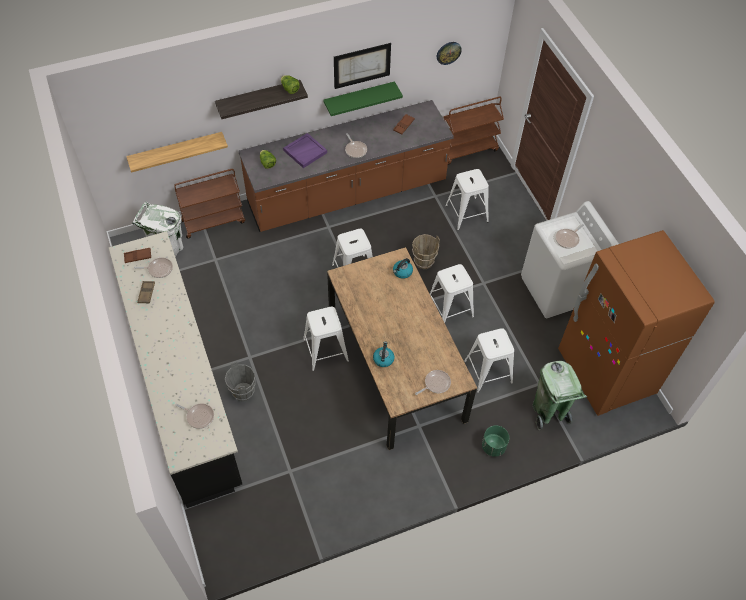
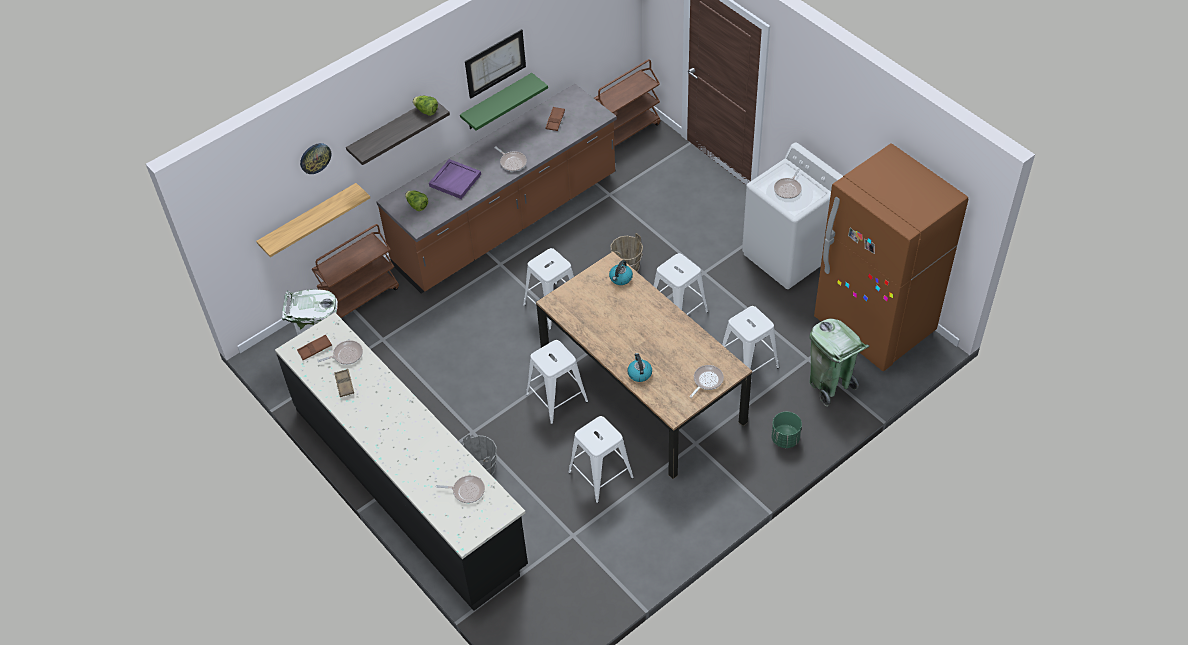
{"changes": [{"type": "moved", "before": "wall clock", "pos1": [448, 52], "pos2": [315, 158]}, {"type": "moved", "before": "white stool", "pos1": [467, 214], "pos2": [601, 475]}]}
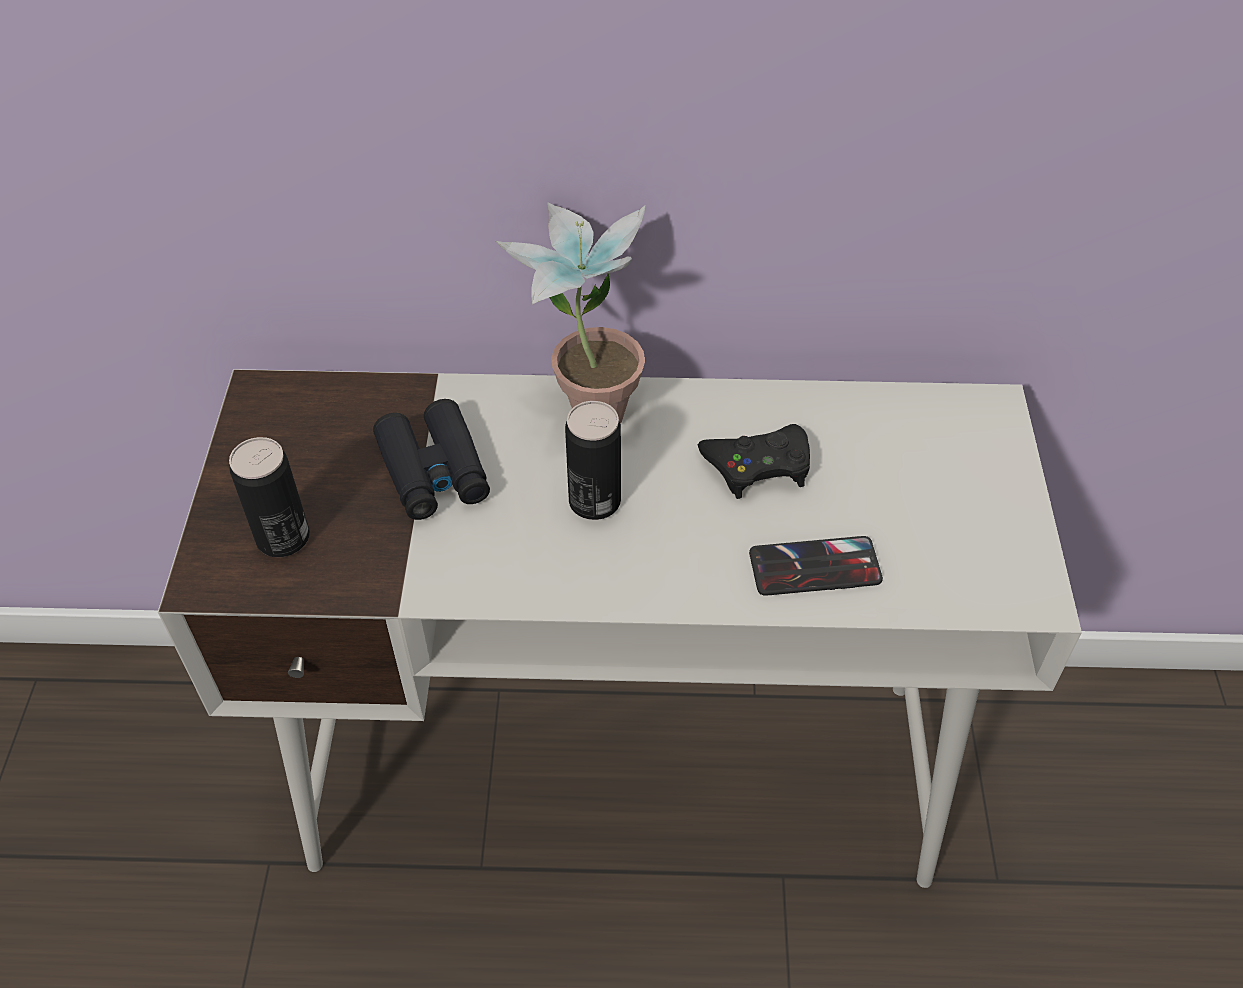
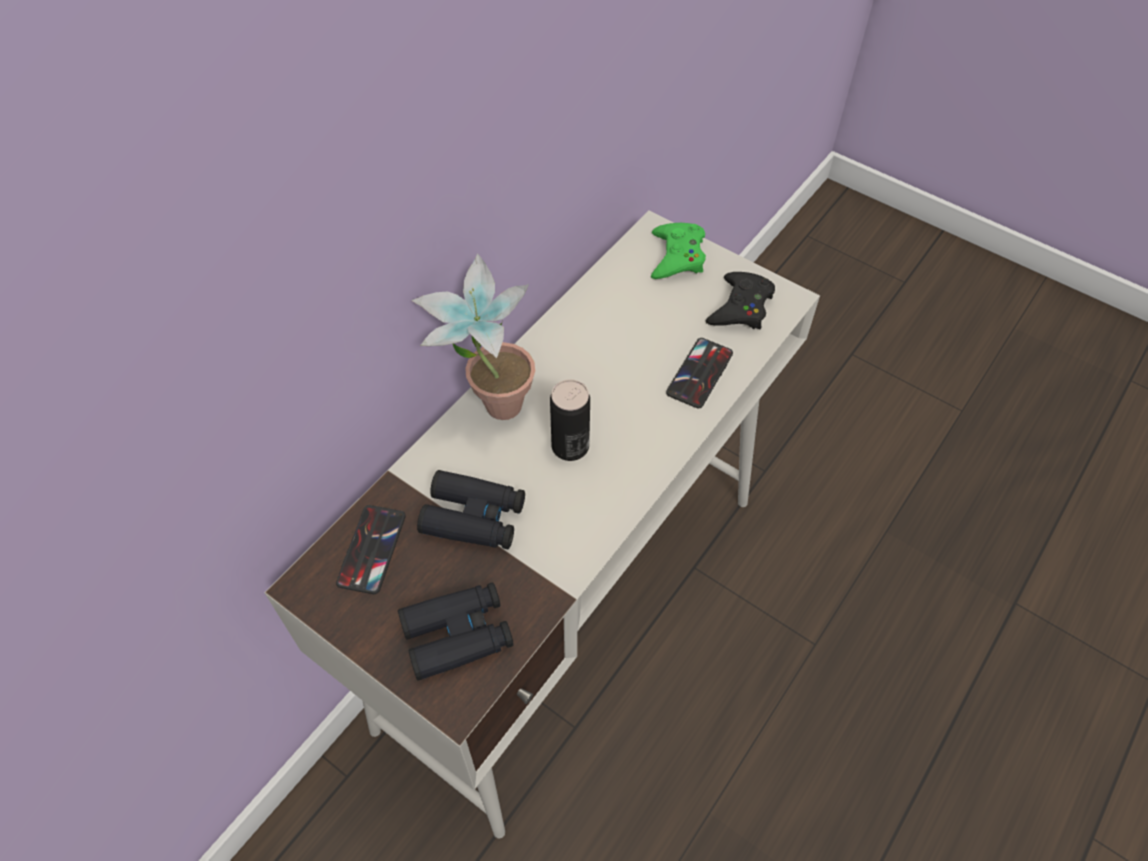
{"changes": [{"type": "replaced", "before": "can", "after": "black binoculars", "pos1": [283, 538], "pos2": [457, 634]}, {"type": "moved", "before": "black game controller", "pos1": [758, 465], "pos2": [740, 307]}, {"type": "added", "after": "phone", "pos2": [371, 549]}, {"type": "added", "after": "green game controller", "pos2": [677, 256]}]}
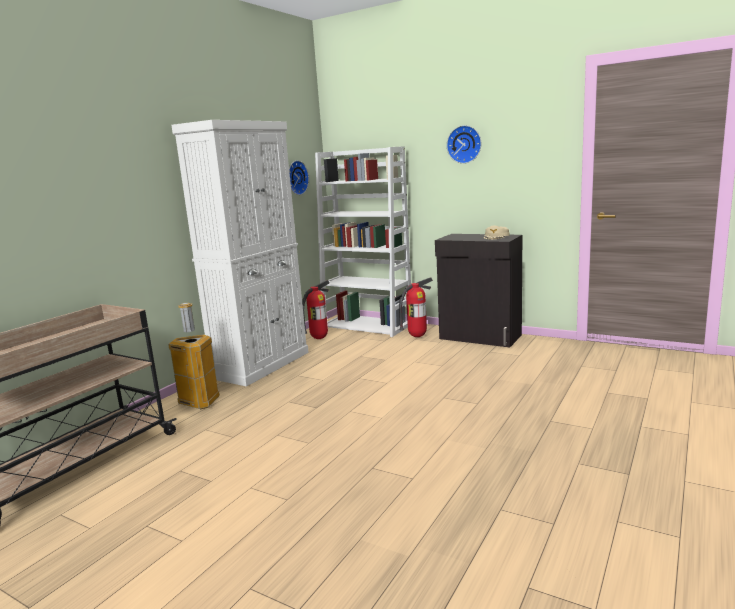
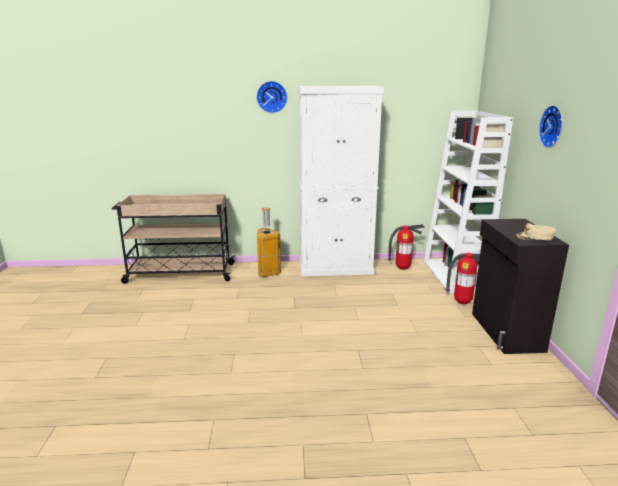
{"changes": [{"type": "moved", "before": "wall clock", "pos1": [296, 178], "pos2": [272, 97]}]}
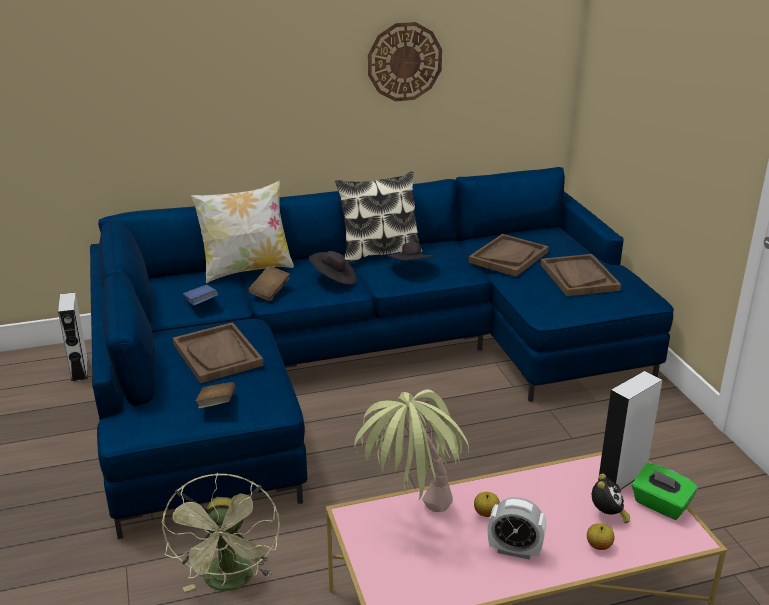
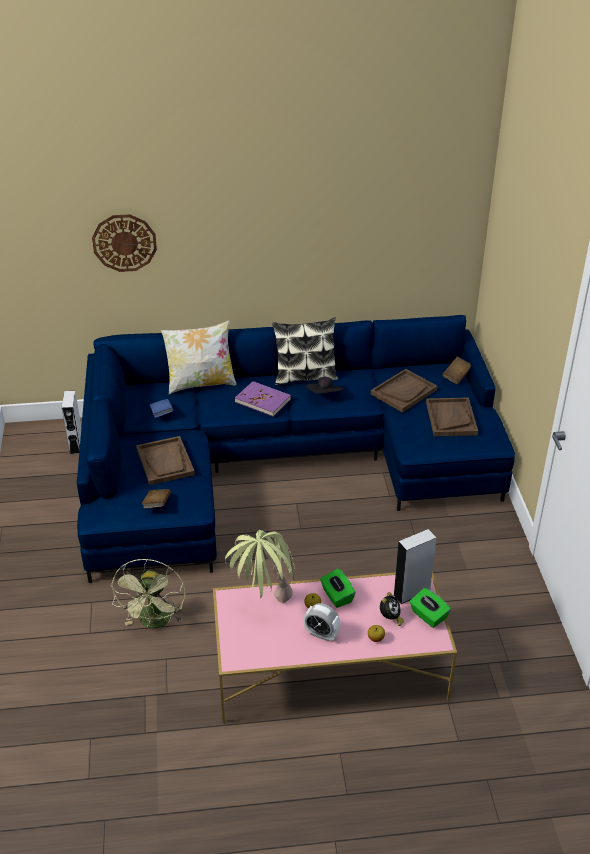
{"changes": [{"type": "moved", "before": "brown book", "pos1": [269, 292], "pos2": [456, 376]}, {"type": "replaced", "before": "black hat", "after": "purple book", "pos1": [333, 279], "pos2": [263, 400]}, {"type": "moved", "before": "wall clock", "pos1": [404, 61], "pos2": [124, 242]}, {"type": "added", "after": "green tissue box", "pos2": [336, 596]}]}
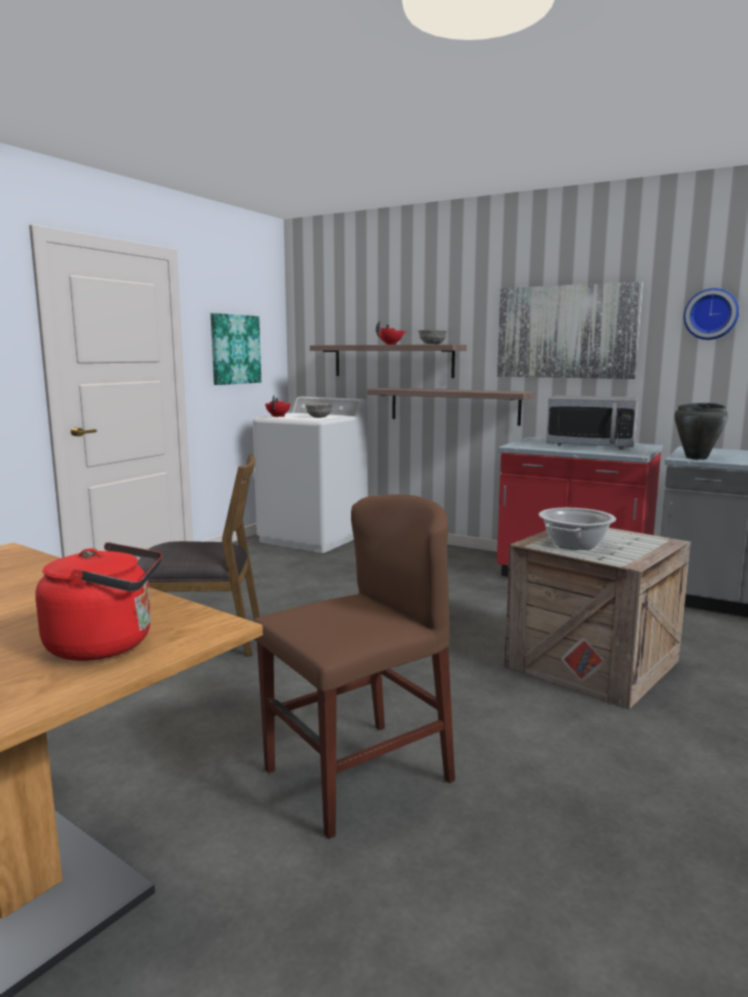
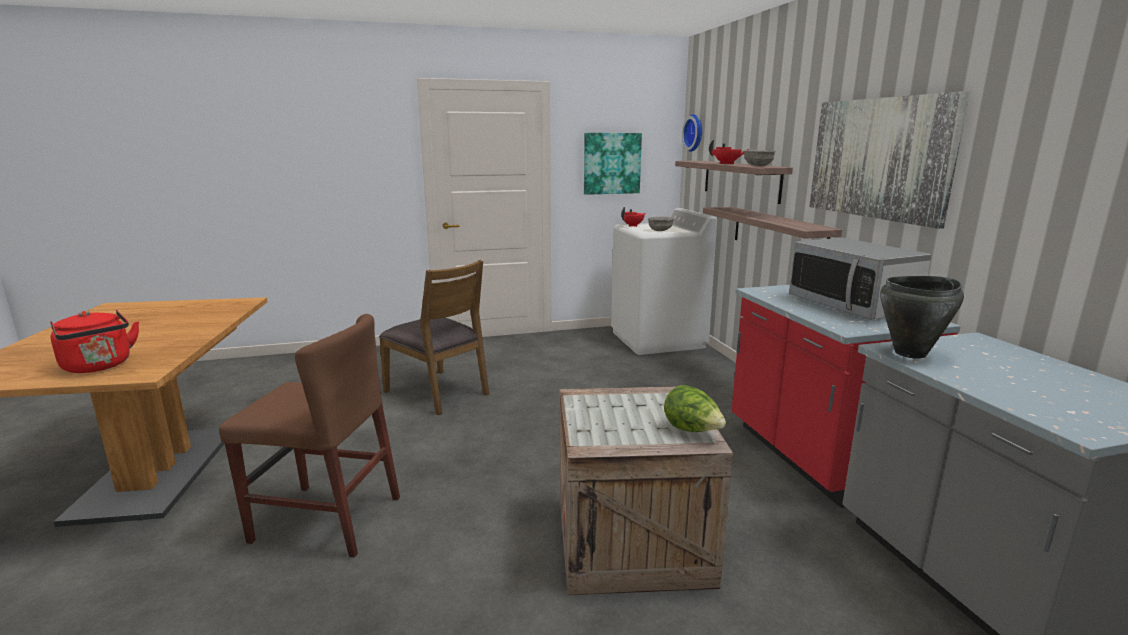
{"changes": [{"type": "removed", "before": "cooking pot", "pos1": [574, 544]}, {"type": "moved", "before": "wall clock", "pos1": [711, 314], "pos2": [695, 133]}, {"type": "added", "after": "lettuce", "pos2": [692, 431]}]}
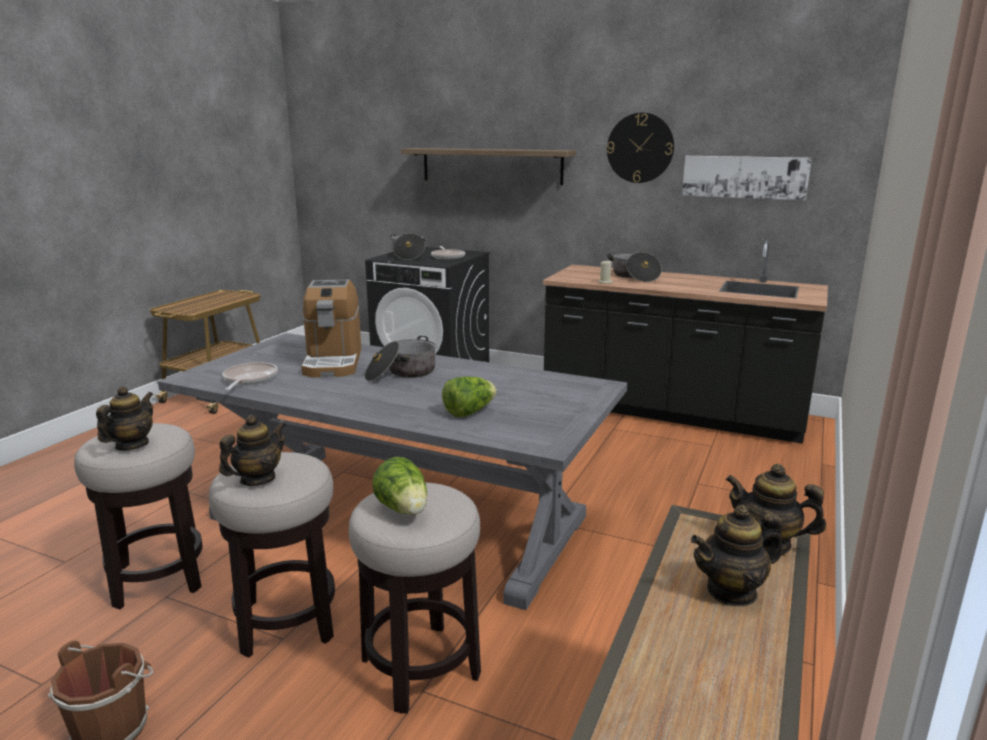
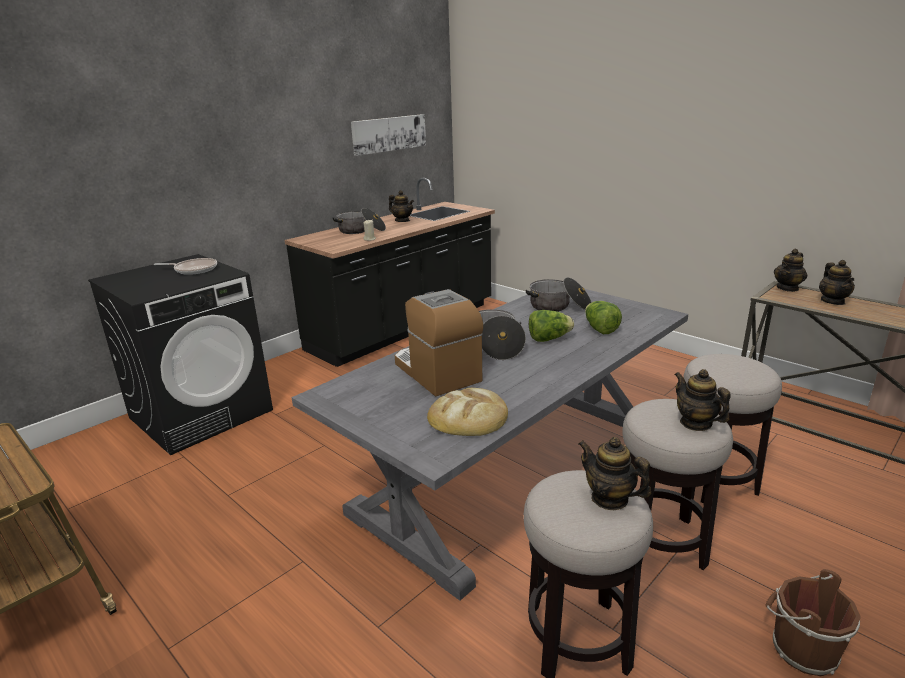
{"changes": [{"type": "replaced", "before": "frying pan", "after": "bread", "pos1": [249, 379], "pos2": [468, 417]}, {"type": "turned", "before": "coffee machine", "pos1": [333, 361], "pos2": [436, 372], "turn": -135}, {"type": "moved", "before": "lettuce", "pos1": [404, 509], "pos2": [549, 339]}, {"type": "moved", "before": "cooking pot", "pos1": [408, 255], "pos2": [559, 307]}, {"type": "removed", "before": "shelf", "pos1": [491, 165]}, {"type": "removed", "before": "wall clock", "pos1": [640, 148]}, {"type": "added", "after": "teapot", "pos2": [402, 221]}]}
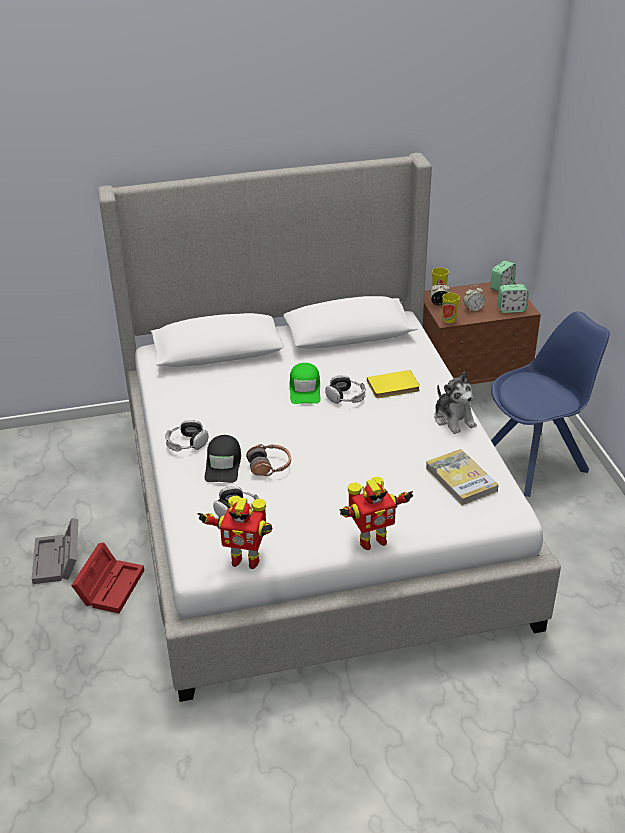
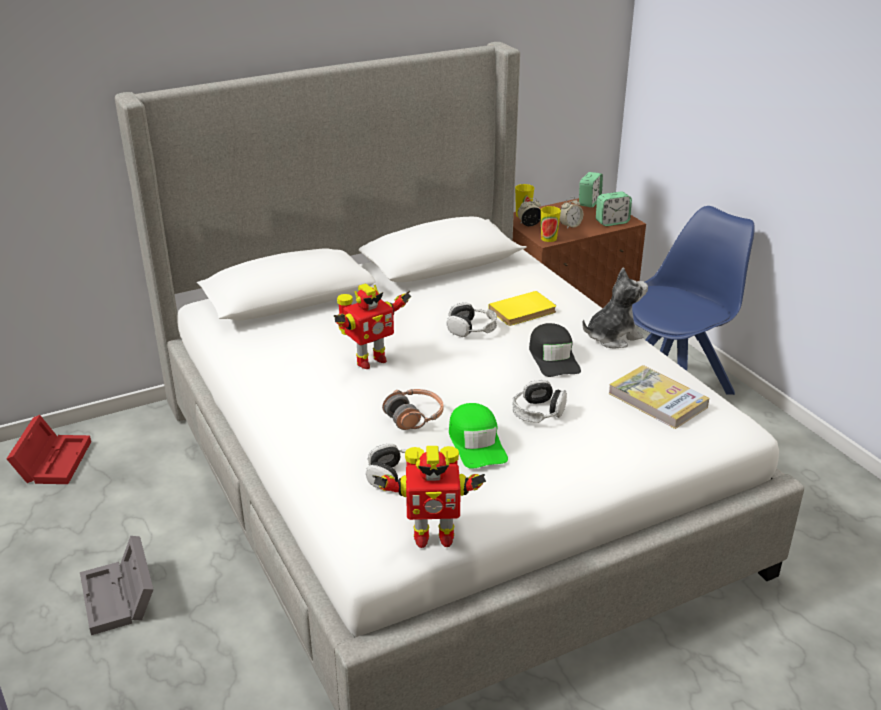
{"changes": [{"type": "moved", "before": "red storage box", "pos1": [110, 585], "pos2": [53, 460]}, {"type": "moved", "before": "headphones", "pos1": [187, 443], "pos2": [538, 412]}, {"type": "moved", "before": "black cap", "pos1": [223, 464], "pos2": [553, 358]}, {"type": "moved", "before": "green cap", "pos1": [305, 389], "pos2": [476, 443]}, {"type": "moved", "before": "toy robot", "pos1": [371, 541], "pos2": [369, 360]}, {"type": "turned", "before": "plush toy", "pos1": [453, 419], "pos2": [612, 337], "turn": -75}]}
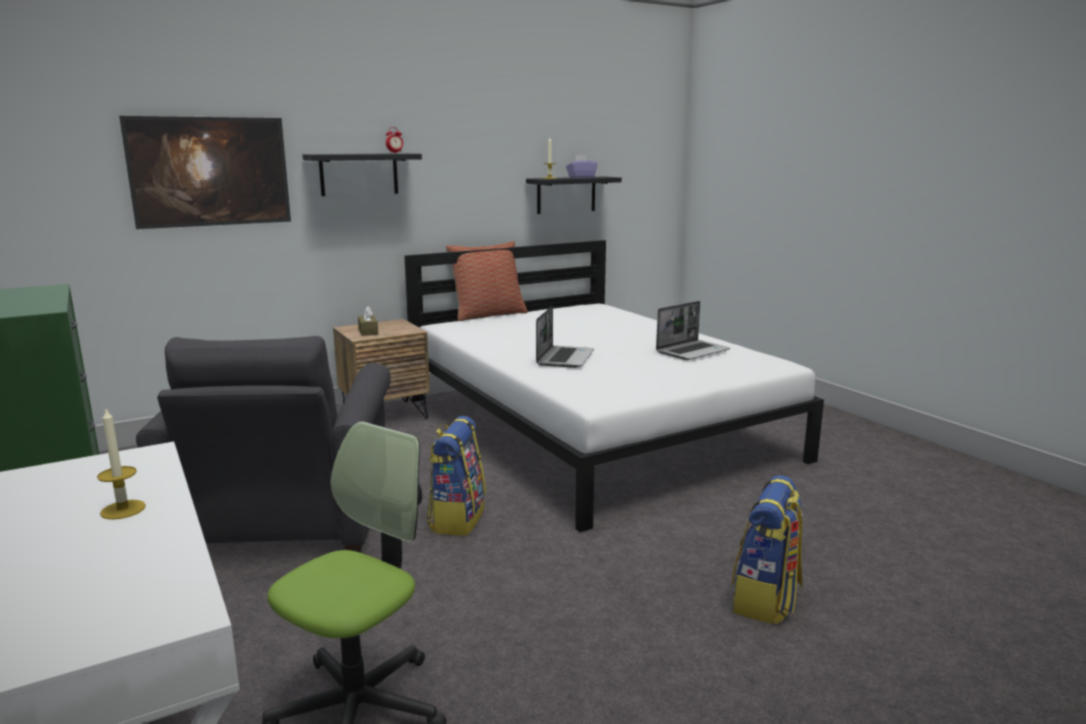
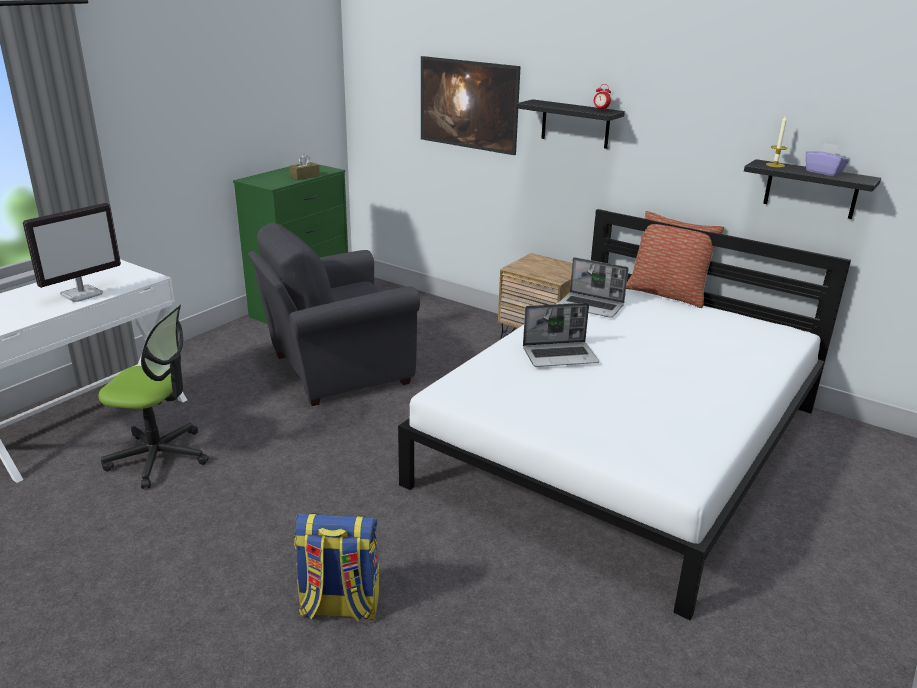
{"changes": [{"type": "replaced", "before": "candle", "after": "monitor", "pos1": [123, 509], "pos2": [82, 294]}, {"type": "moved", "before": "brown tissue box", "pos1": [368, 331], "pos2": [304, 176]}, {"type": "removed", "before": "backpack", "pos1": [456, 518]}, {"type": "moved", "before": "laptop", "pos1": [692, 351], "pos2": [591, 306]}]}
